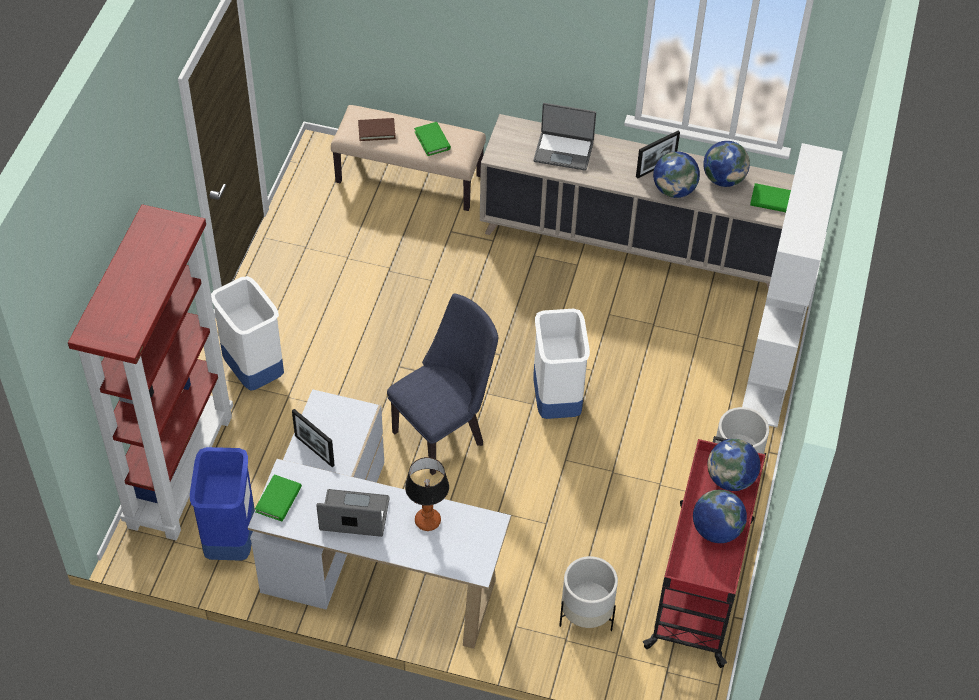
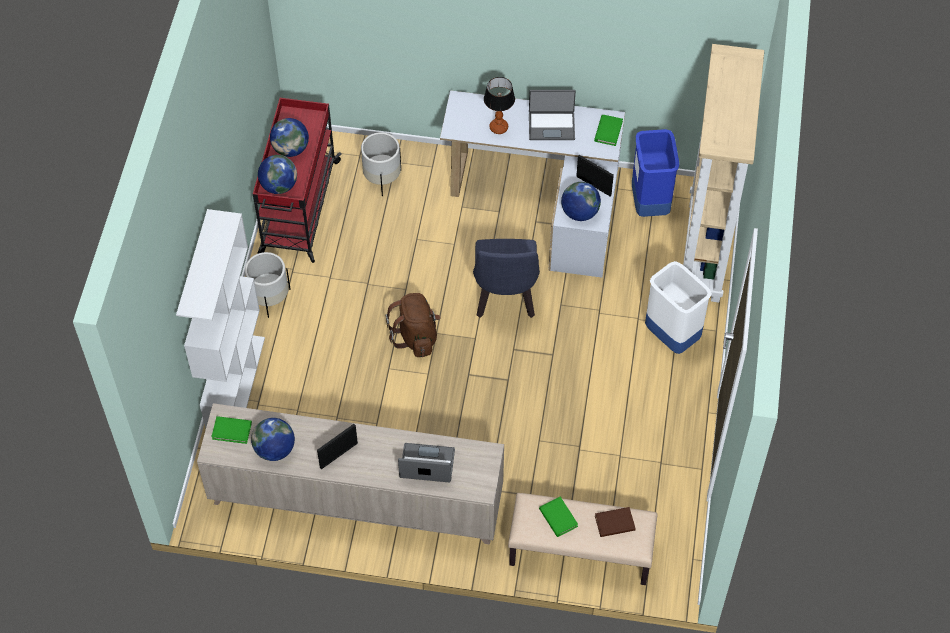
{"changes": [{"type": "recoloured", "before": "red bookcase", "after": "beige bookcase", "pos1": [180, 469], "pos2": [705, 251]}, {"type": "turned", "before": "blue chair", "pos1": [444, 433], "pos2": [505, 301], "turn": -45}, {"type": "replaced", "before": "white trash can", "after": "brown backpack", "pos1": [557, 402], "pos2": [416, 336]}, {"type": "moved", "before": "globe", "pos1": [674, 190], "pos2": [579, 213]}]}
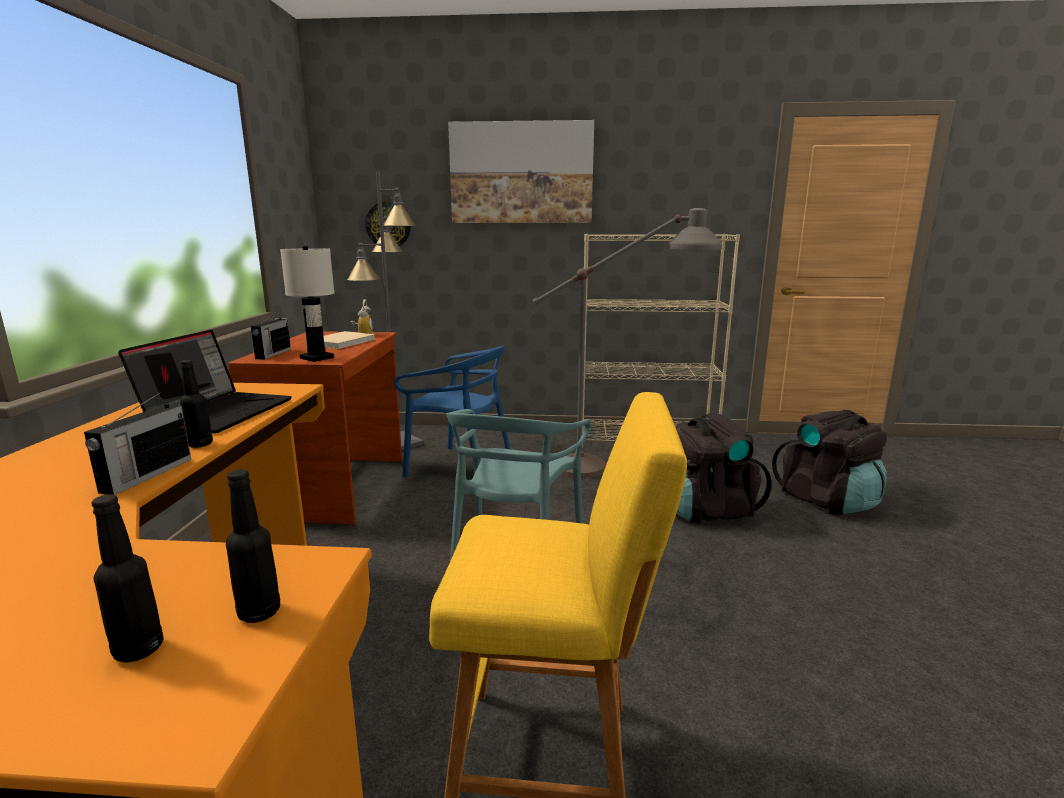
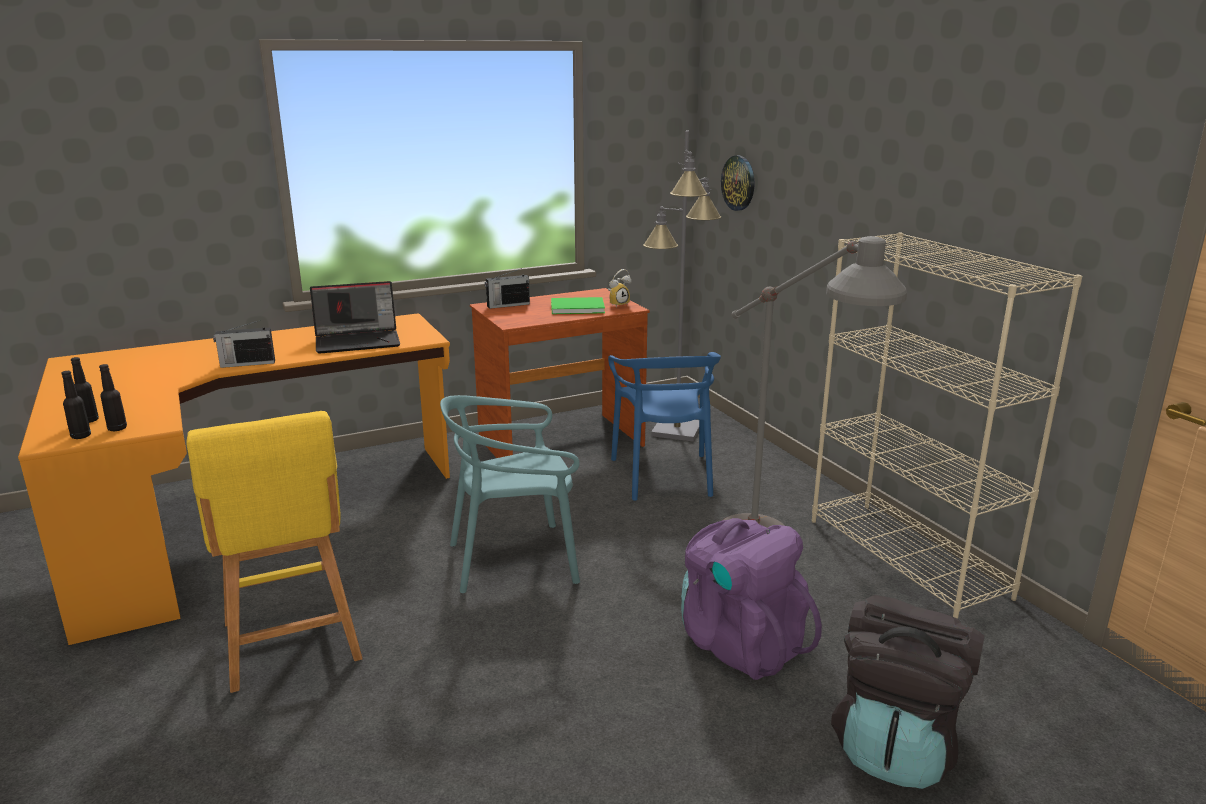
{"changes": [{"type": "moved", "before": "black bottle", "pos1": [200, 444], "pos2": [81, 436]}, {"type": "removed", "before": "white table lamp", "pos1": [316, 358]}, {"type": "recoloured", "before": "beige book", "after": "green book", "pos1": [339, 342], "pos2": [575, 307]}, {"type": "removed", "before": "picture", "pos1": [521, 173]}, {"type": "recoloured", "before": "black backpack", "after": "purple backpack", "pos1": [706, 510], "pos2": [740, 643]}]}
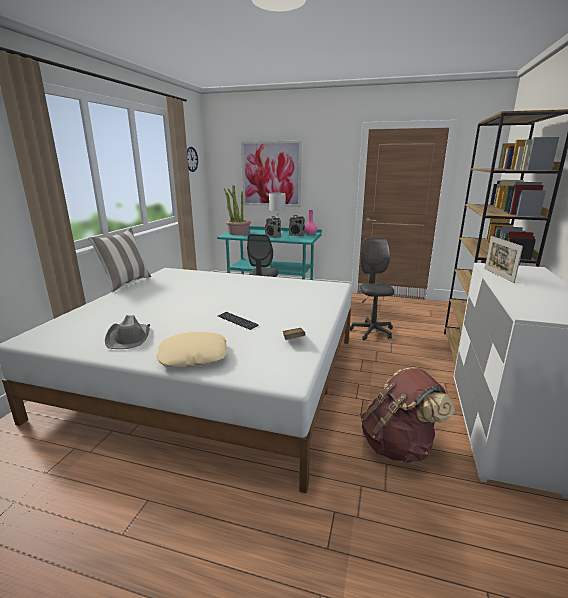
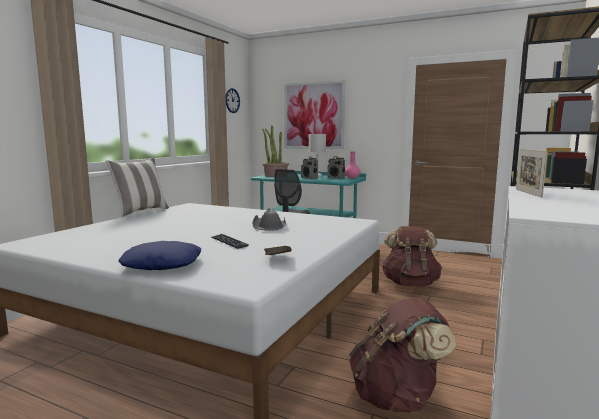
{"changes": [{"type": "moved", "before": "grey hat", "pos1": [129, 337], "pos2": [269, 226]}, {"type": "recoloured", "before": "beige pillow", "after": "blue pillow", "pos1": [193, 356], "pos2": [162, 264]}, {"type": "replaced", "before": "grey office chair", "after": "brown backpack", "pos1": [372, 332], "pos2": [410, 284]}]}
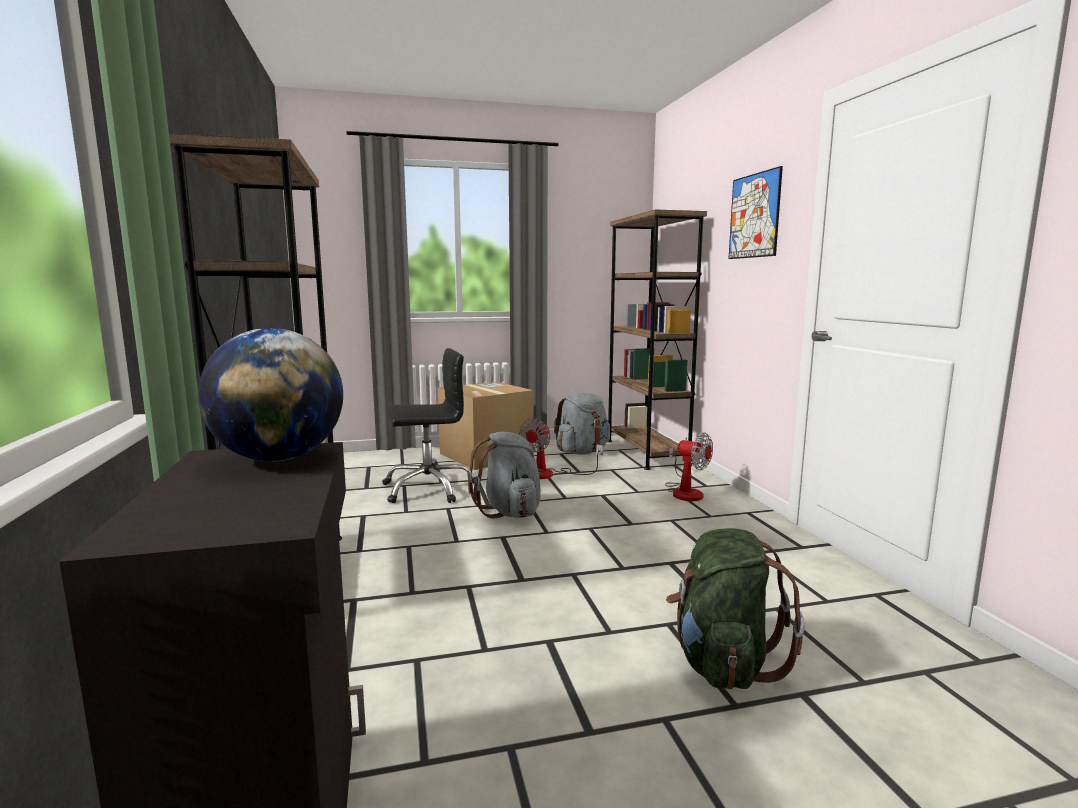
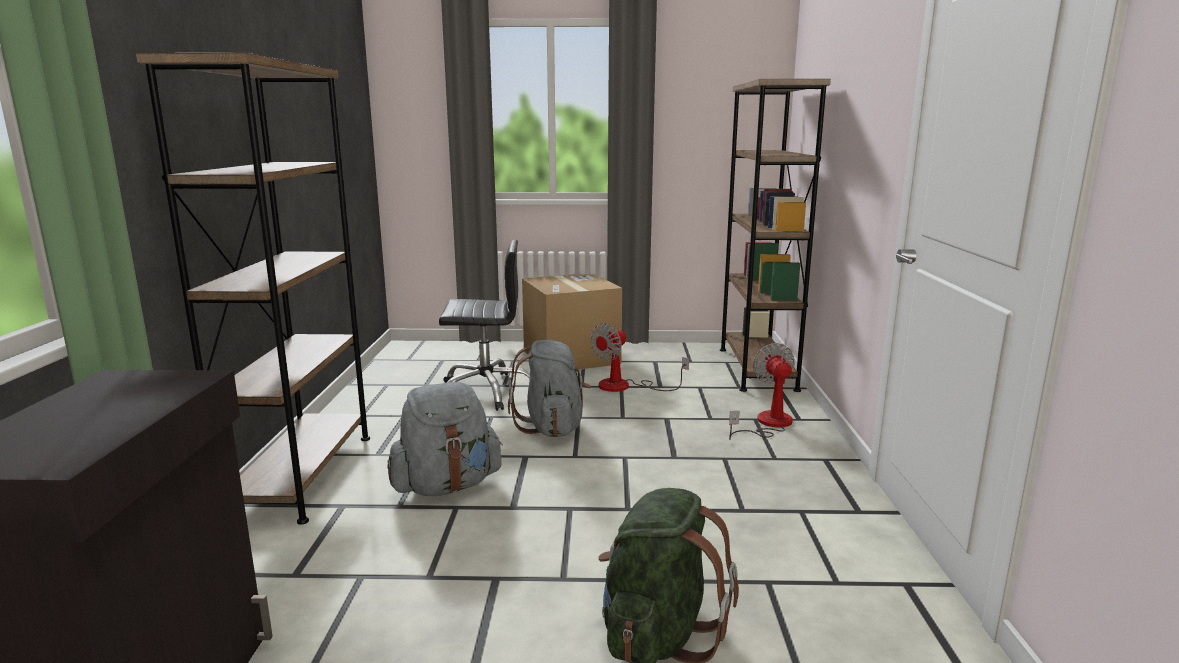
{"changes": [{"type": "removed", "before": "globe", "pos1": [279, 458]}, {"type": "moved", "before": "grey backpack", "pos1": [582, 452], "pos2": [447, 486]}, {"type": "turned", "before": "fan", "pos1": [685, 491], "pos2": [767, 424], "turn": -150}, {"type": "removed", "before": "picture", "pos1": [754, 216]}]}
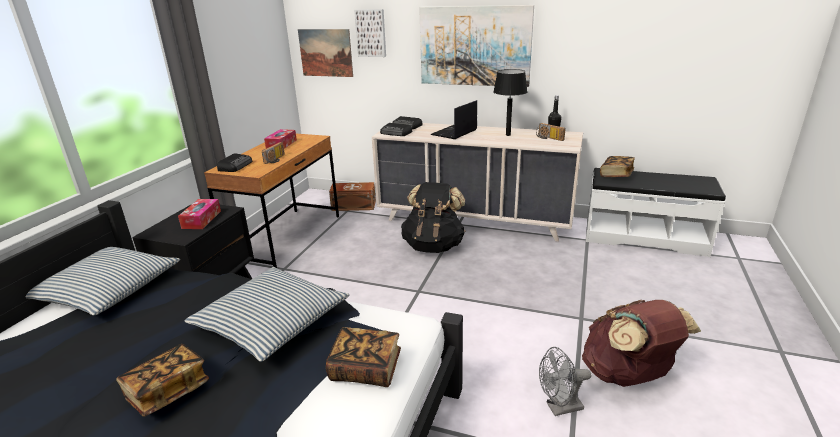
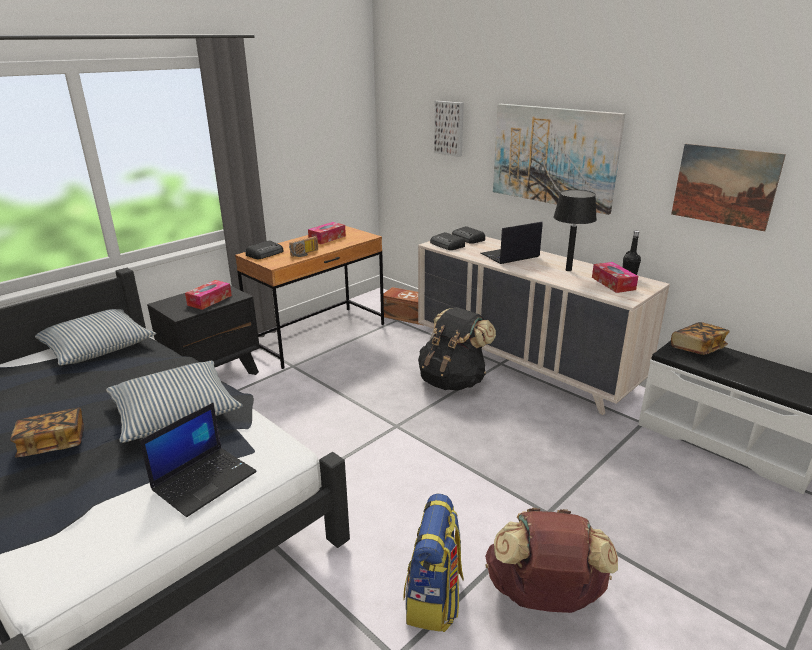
{"changes": [{"type": "moved", "before": "picture", "pos1": [325, 53], "pos2": [724, 186]}, {"type": "replaced", "before": "book", "after": "laptop", "pos1": [366, 369], "pos2": [205, 480]}, {"type": "replaced", "before": "radio", "after": "tissue box", "pos1": [548, 138], "pos2": [613, 283]}, {"type": "replaced", "before": "grey fan", "after": "backpack", "pos1": [559, 408], "pos2": [434, 599]}]}
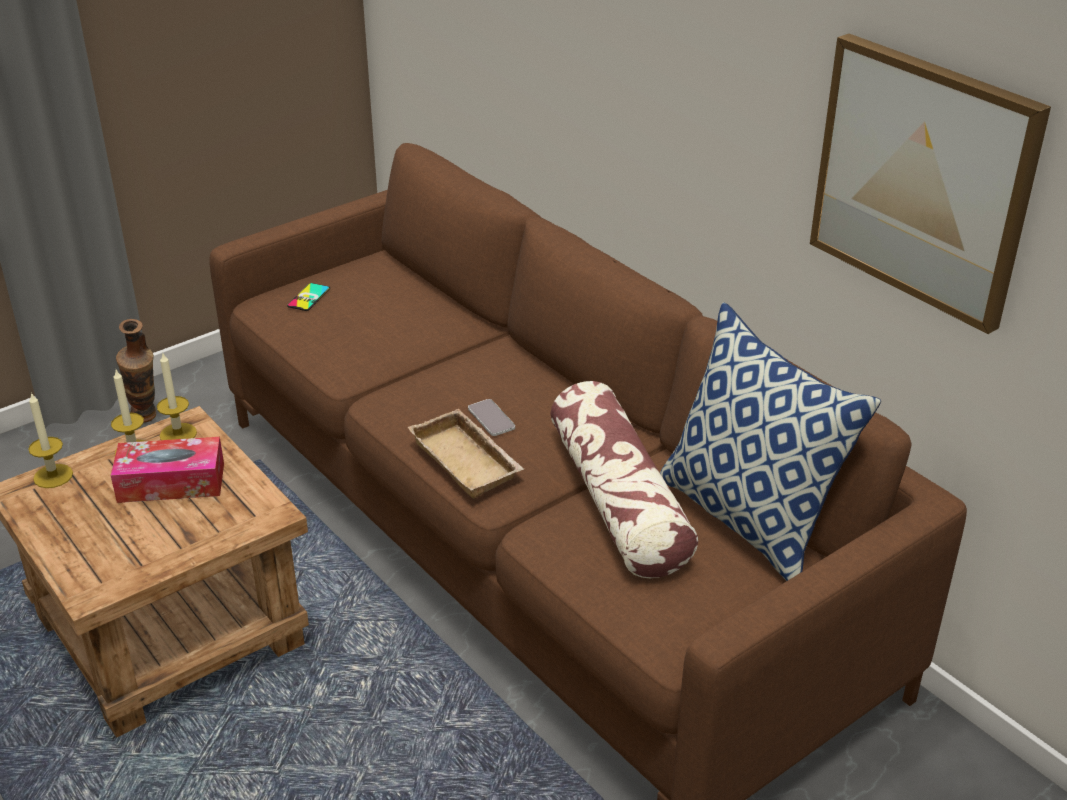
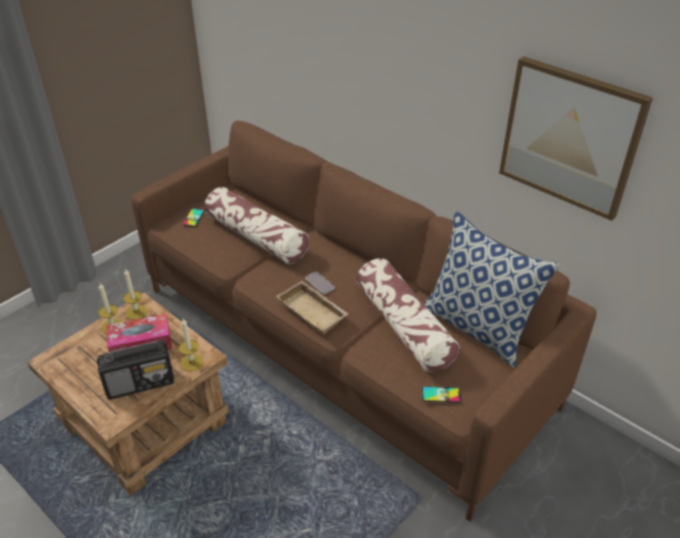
{"changes": [{"type": "moved", "before": "candle", "pos1": [53, 476], "pos2": [192, 362]}, {"type": "removed", "before": "vase", "pos1": [147, 420]}, {"type": "added", "after": "radio", "pos2": [141, 383]}, {"type": "added", "after": "pillow", "pos2": [256, 237]}, {"type": "added", "after": "phone", "pos2": [441, 395]}]}
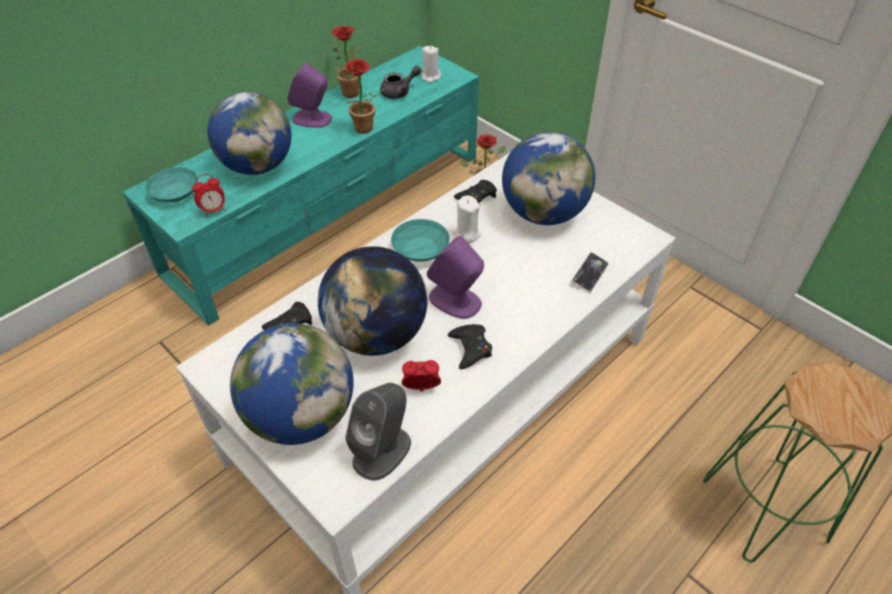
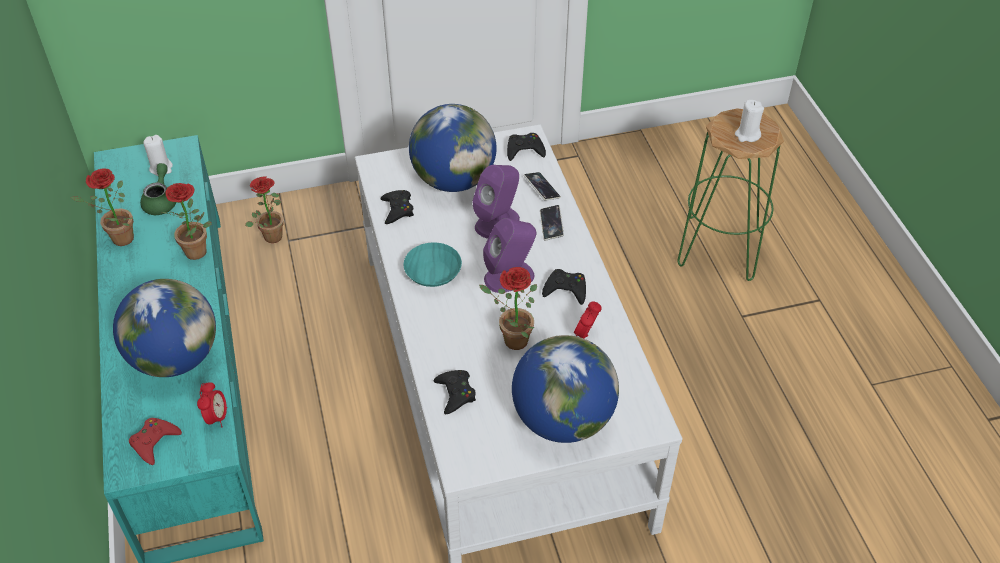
{"changes": [{"type": "replaced", "before": "turquoise bowl", "after": "red game controller", "pos1": [176, 192], "pos2": [154, 442]}, {"type": "moved", "before": "purple speaker", "pos1": [312, 119], "pos2": [497, 222]}, {"type": "replaced", "before": "globe", "after": "potted plant", "pos1": [377, 335], "pos2": [510, 340]}, {"type": "removed", "before": "grey speaker", "pos1": [382, 451]}, {"type": "recoloured", "before": "grey teapot", "after": "green teapot", "pos1": [399, 92], "pos2": [162, 201]}, {"type": "moved", "before": "white candle", "pos1": [466, 234], "pos2": [747, 135]}, {"type": "added", "after": "black game controller", "pos2": [524, 150]}, {"type": "added", "after": "phone", "pos2": [551, 224]}]}
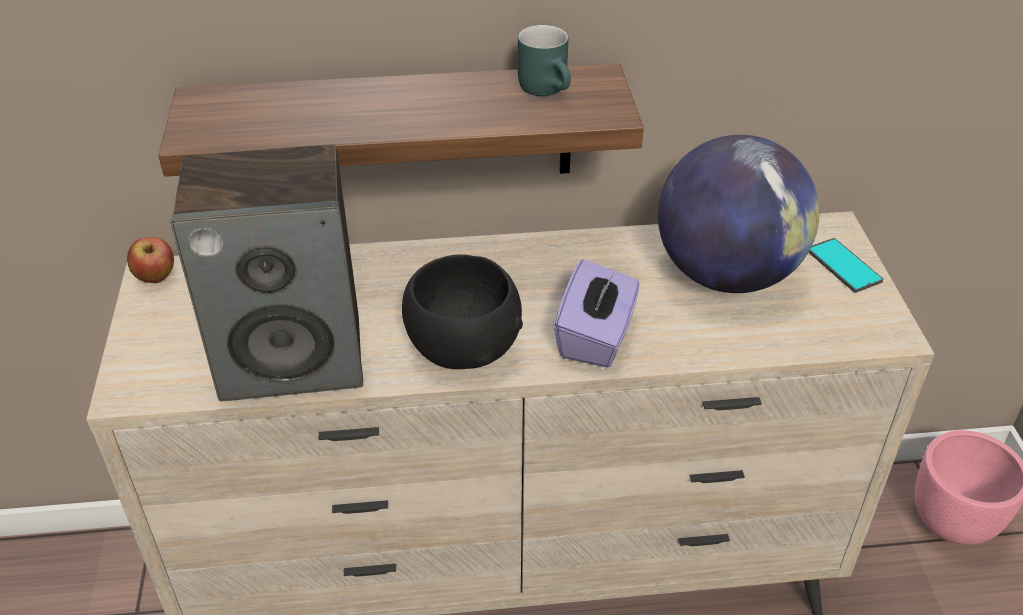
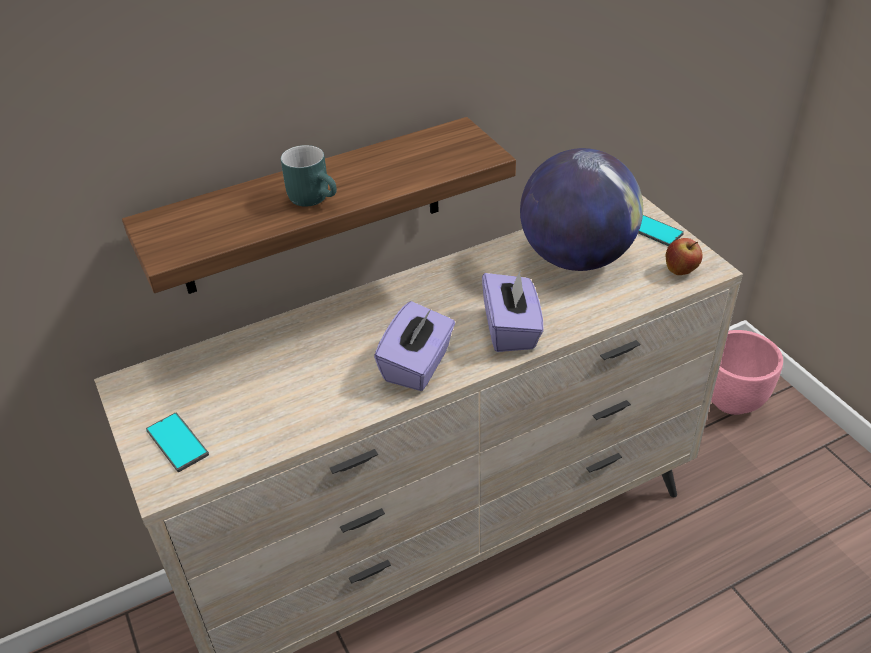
{"changes": [{"type": "moved", "before": "apple", "pos1": [156, 278], "pos2": [681, 271]}, {"type": "removed", "before": "speaker", "pos1": [293, 358]}, {"type": "replaced", "before": "black bowl", "after": "purple tissue box", "pos1": [464, 346], "pos2": [418, 365]}, {"type": "moved", "before": "turquoise mug", "pos1": [549, 88], "pos2": [315, 197]}, {"type": "added", "after": "phone", "pos2": [177, 442]}]}
